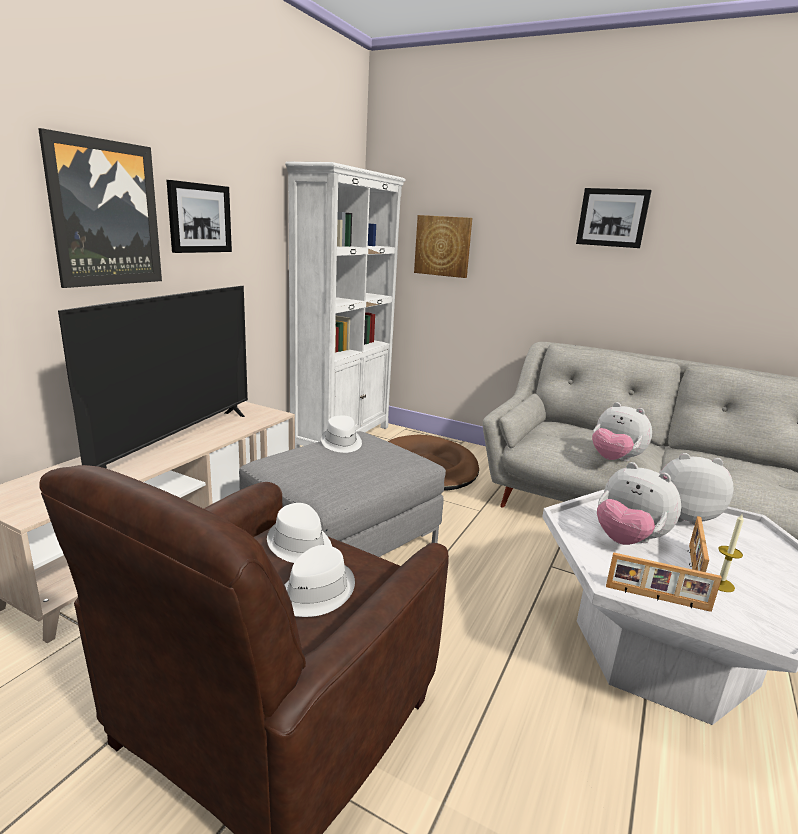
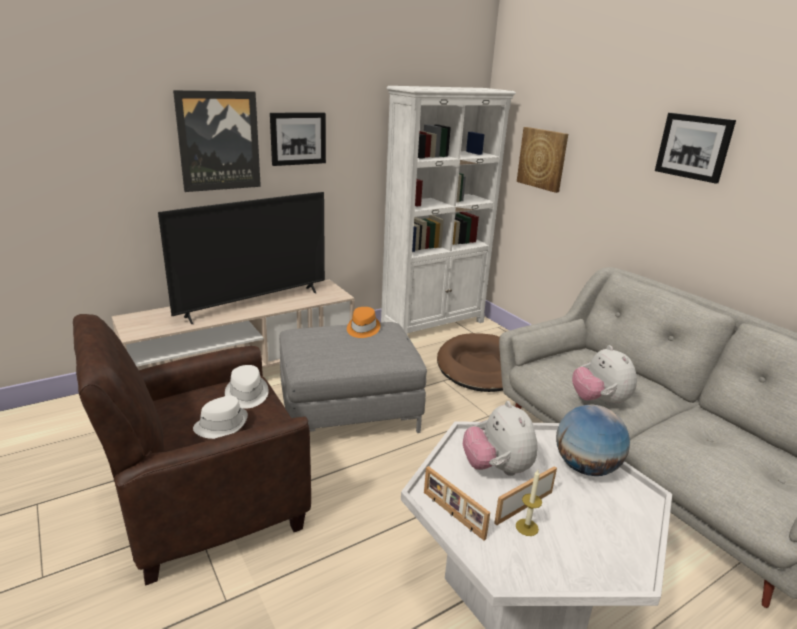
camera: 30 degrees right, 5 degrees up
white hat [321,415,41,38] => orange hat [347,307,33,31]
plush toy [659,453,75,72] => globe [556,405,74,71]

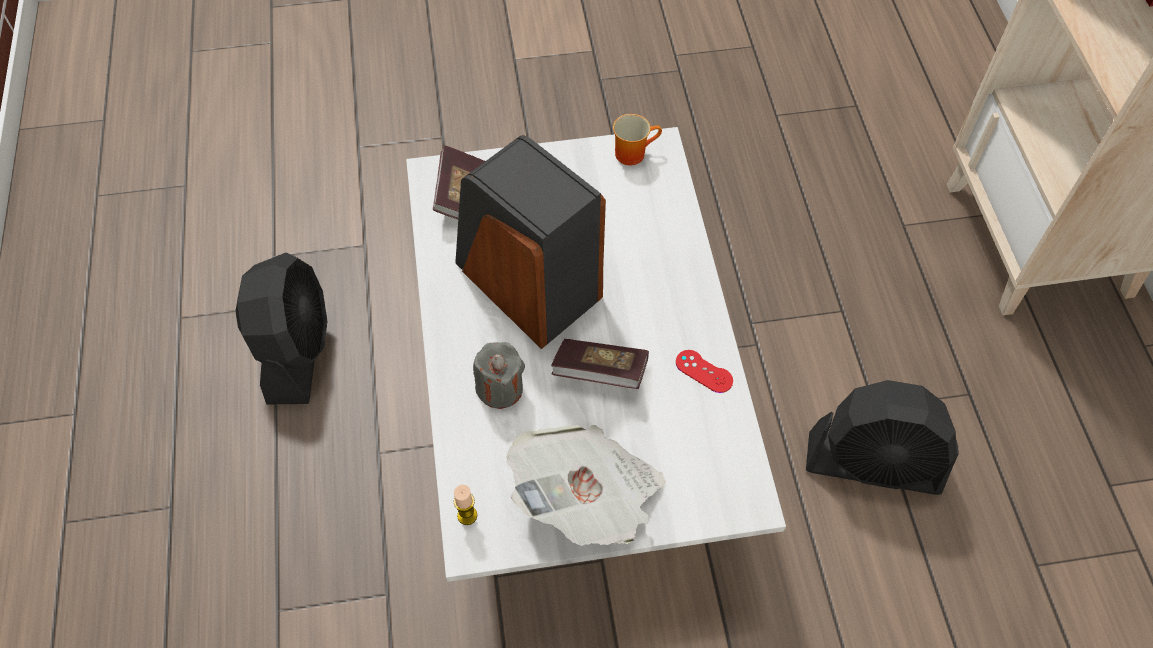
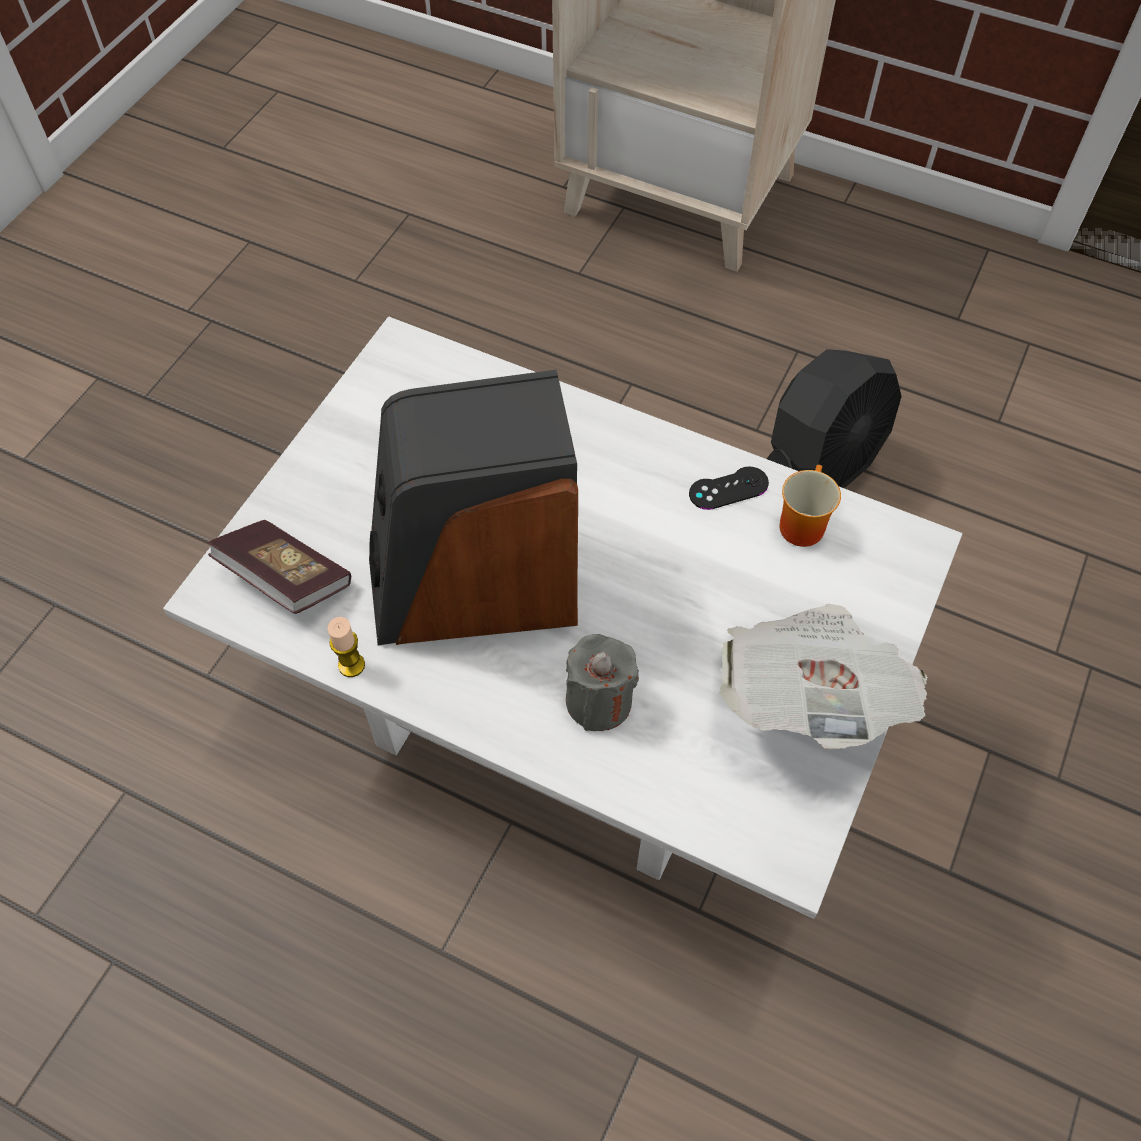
camera: 55 degrees left, 0 degrees up
candle [454,485,23,40] => candle [327,617,38,60], moved
red game controller [676,350,57,43] => black game controller [689,467,80,43]
mug [613,114,49,51] => mug [780,465,61,82], moved
black fan [235,252,92,153] => nothing
book [551,339,98,50] => nothing

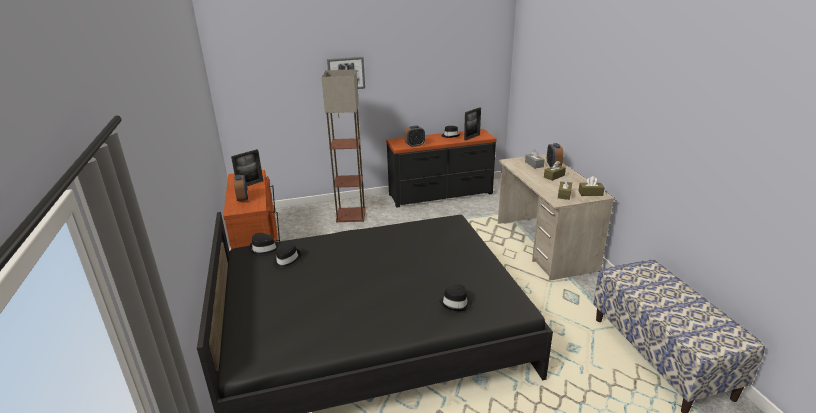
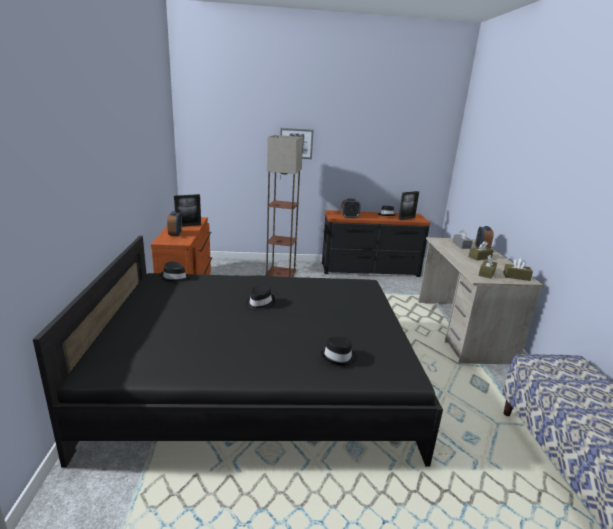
camera: 10 degrees right, 5 degrees down
black hat [273,242,28,28] => black hat [245,284,30,27], moved

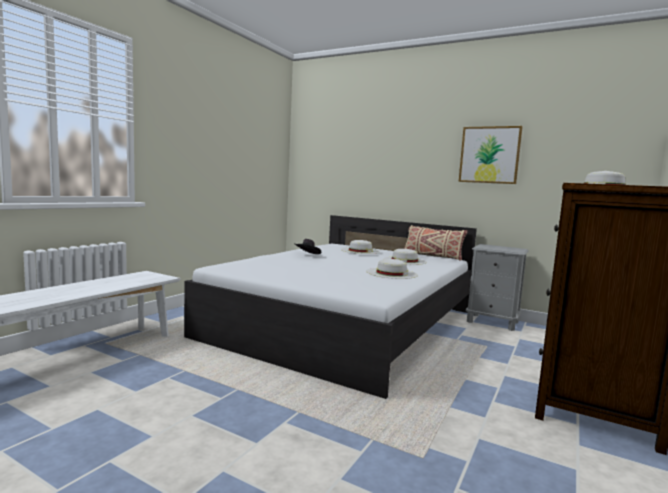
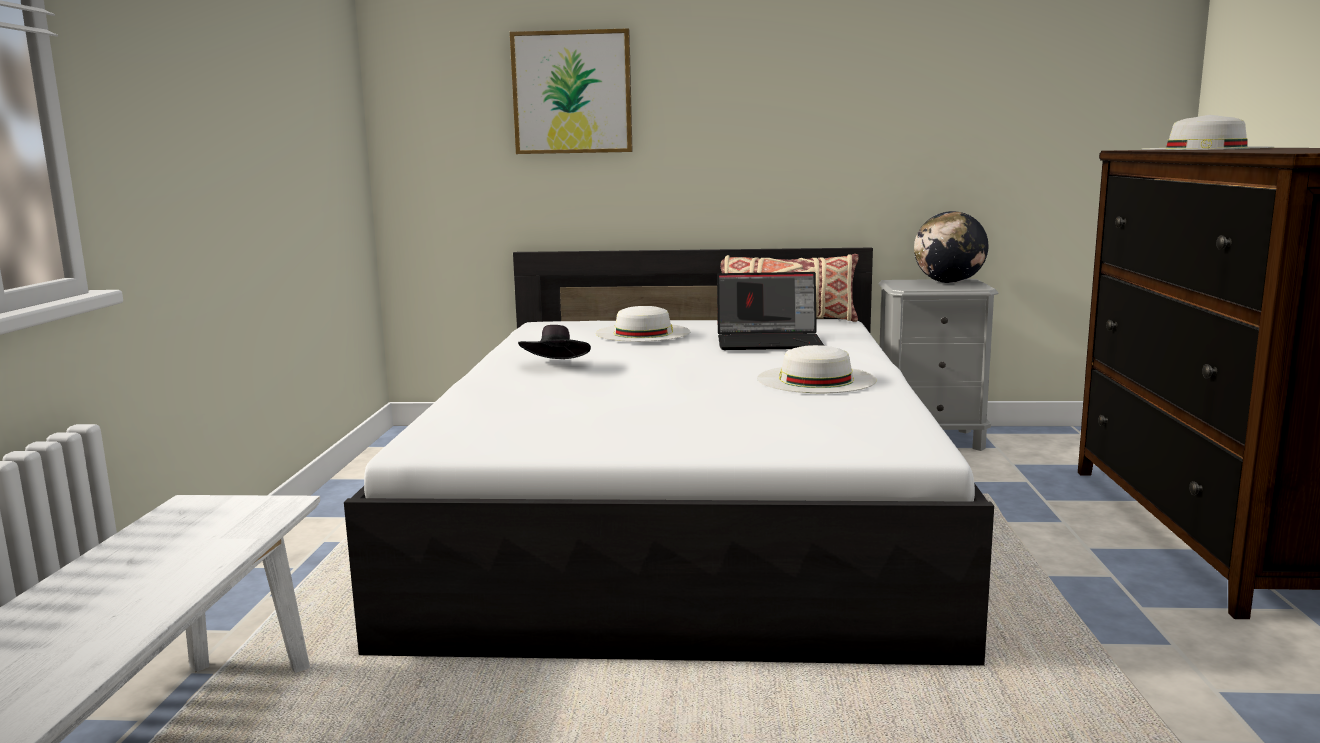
camera: 25 degrees left, 5 degrees up
picture [459,126,64,58] => picture [510,28,123,126], moved
white hat [383,249,44,16] => laptop [717,272,107,78]
nothing => globe [914,211,74,72]

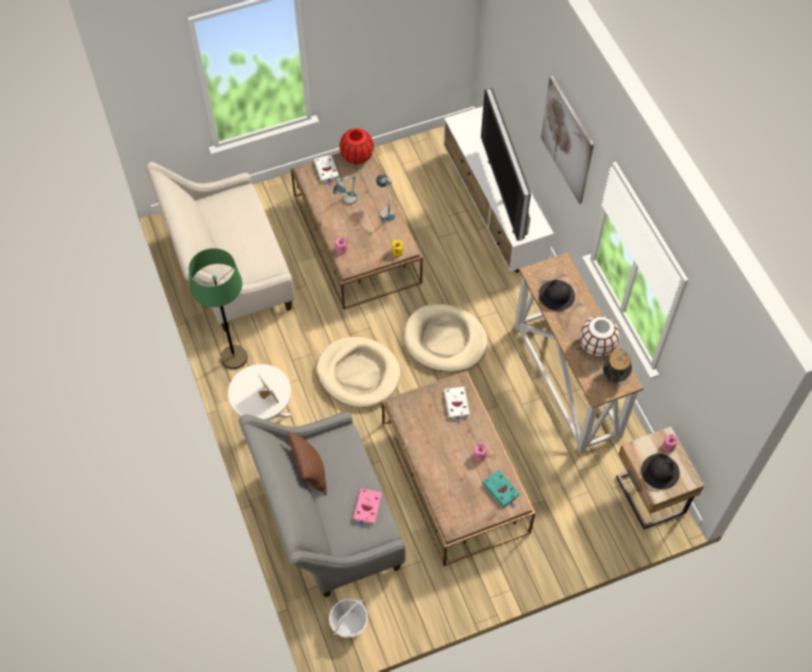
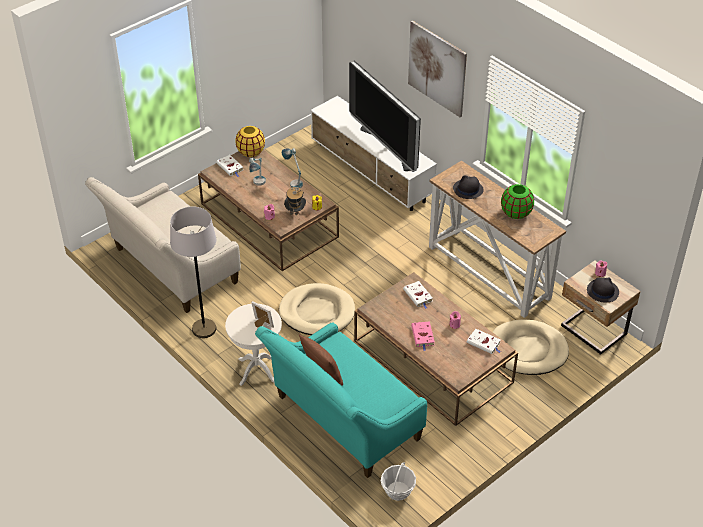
camera: 20 degrees left, 15 degrees down
green floor lamp [188,248,60,121] => grey floor lamp [170,207,46,131]
red vase [340,128,34,36] => yellow vase [235,126,30,31]
grey sofa [238,411,168,186] => turquoise sofa [255,322,172,156]
hat [603,349,29,40] => hat [284,187,22,28], moved
pink book [353,488,29,41] => pink book [411,321,24,30], moved
turquoise book [482,470,38,39] => white book [467,329,34,25]
beige dog bed [404,304,84,69] => beige dog bed [493,320,76,55], moved
white vase [580,316,40,40] => green vase [501,184,33,35]

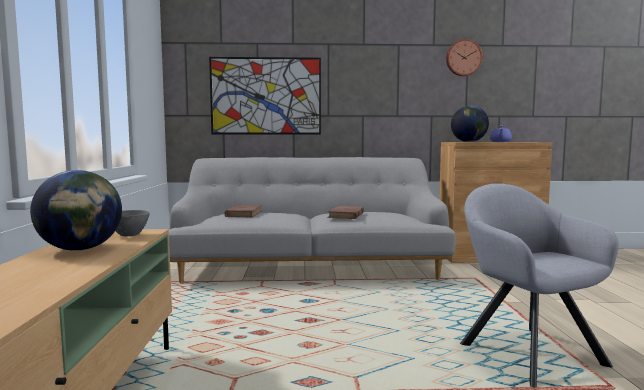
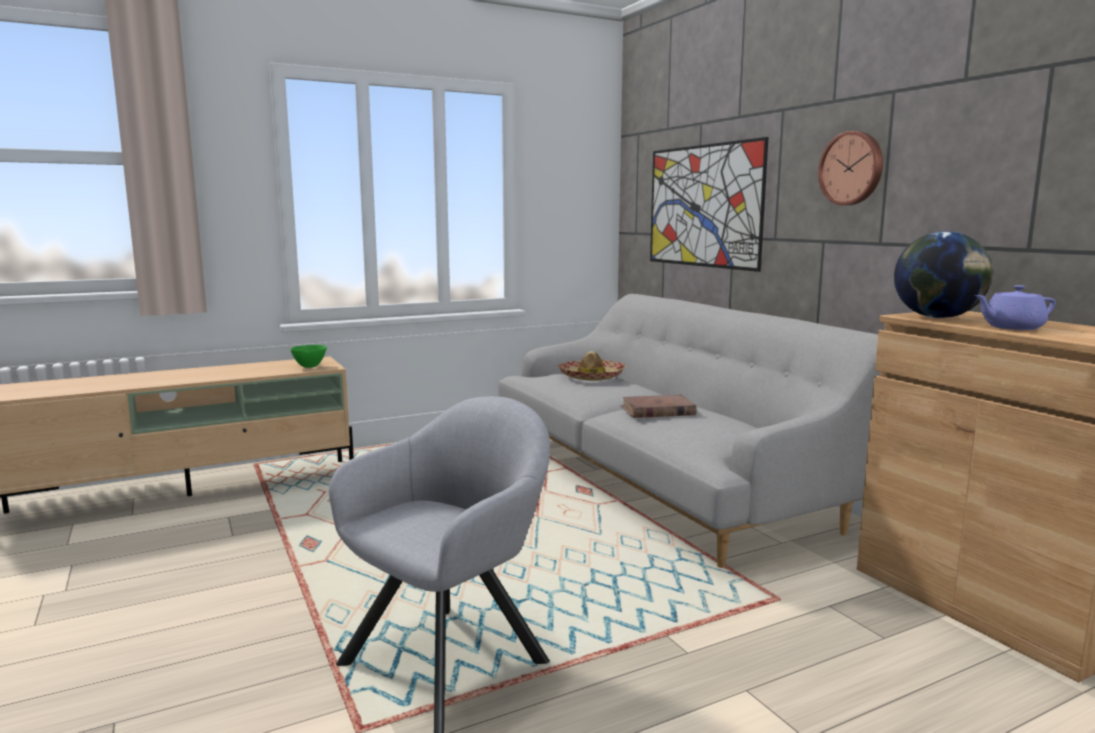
camera: 65 degrees right, 5 degrees up
grey bowl [116,210,34,26] => green bowl [290,345,37,23]
brown book [224,205,38,12] => hat [558,351,67,30]
wall clock [446,39,37,37] => wall clock [818,131,65,74], moved
globe [30,170,92,81] => nothing

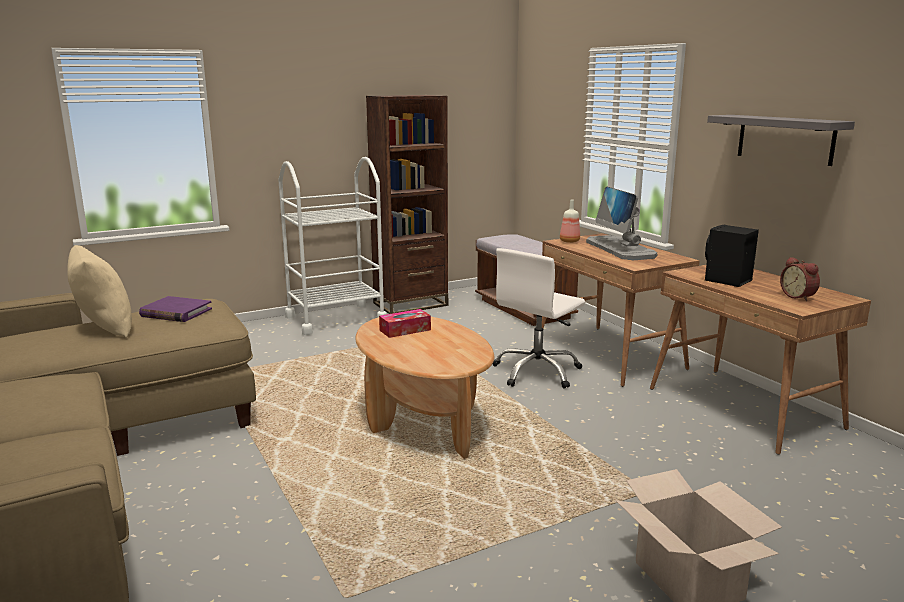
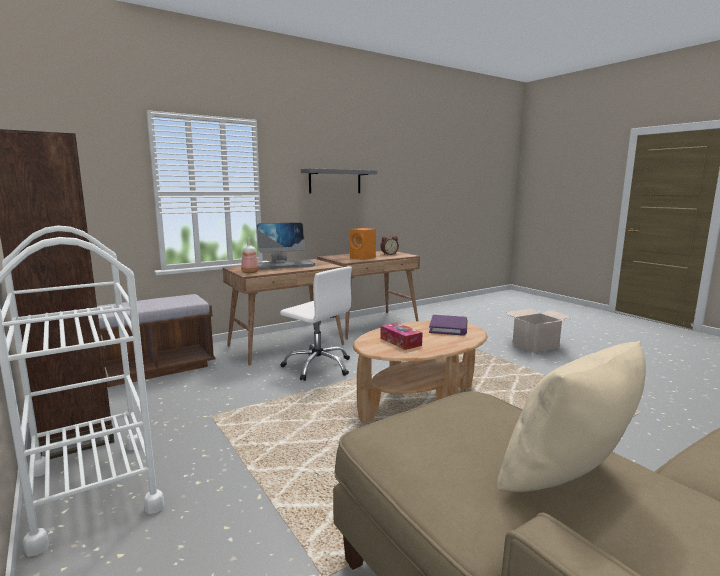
camera: 95 degrees left, 5 degrees down
black speaker [705,225,54,62] => orange speaker [349,228,27,32]
purple book [139,296,73,26] => purple book [429,315,38,21], moved

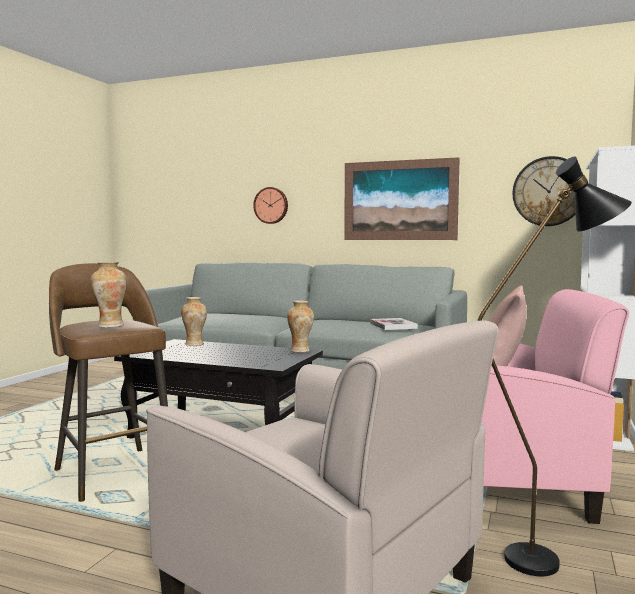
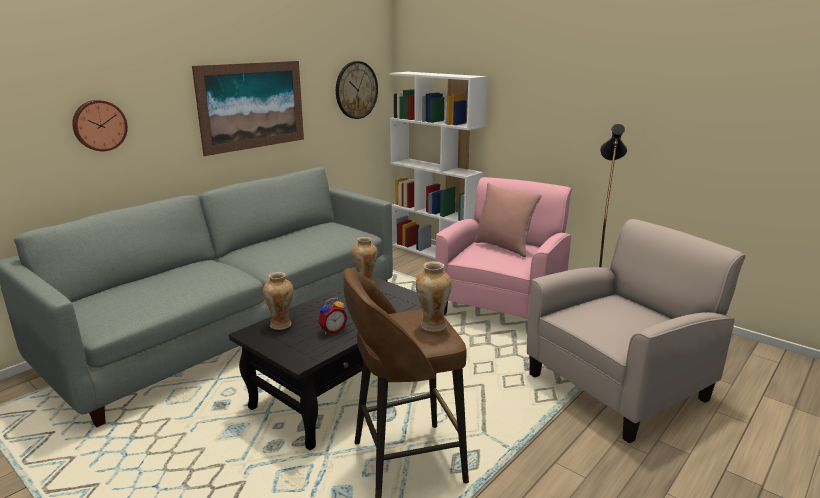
camera: 70 degrees left, 15 degrees up
nothing => alarm clock [318,298,30,36]
book [370,318,48,12] => nothing

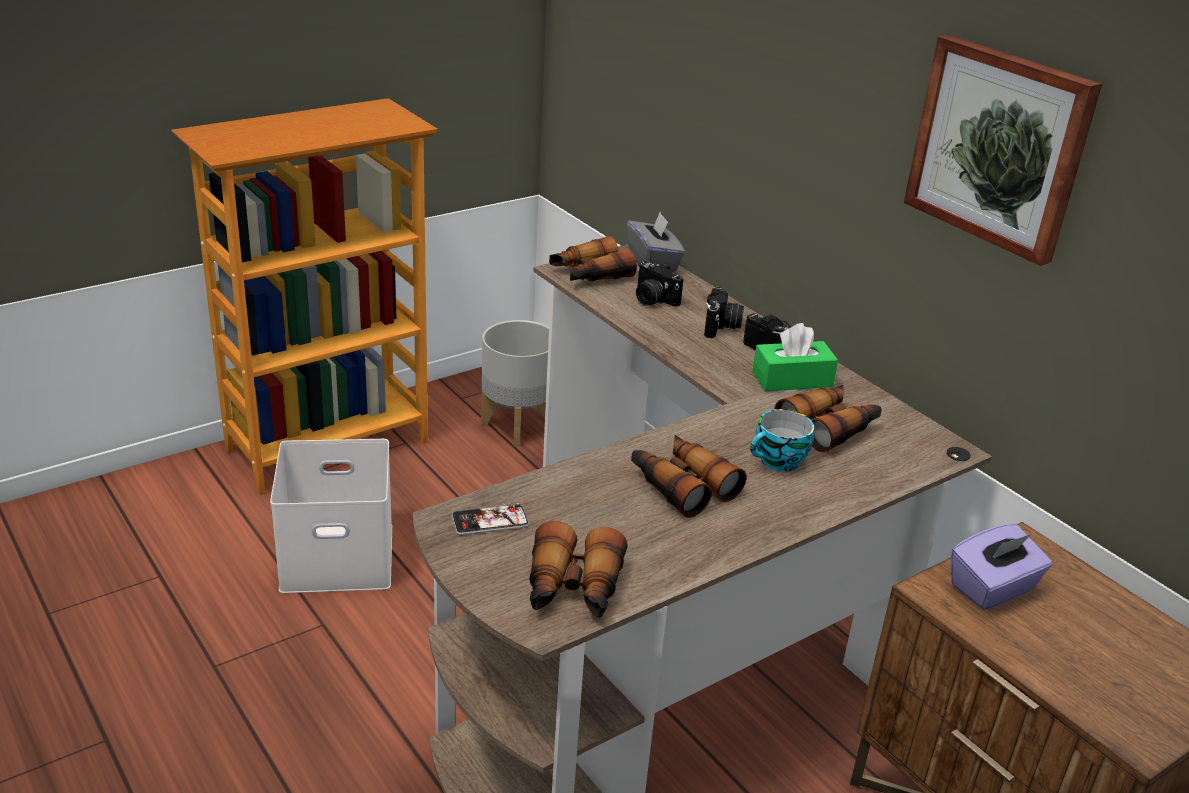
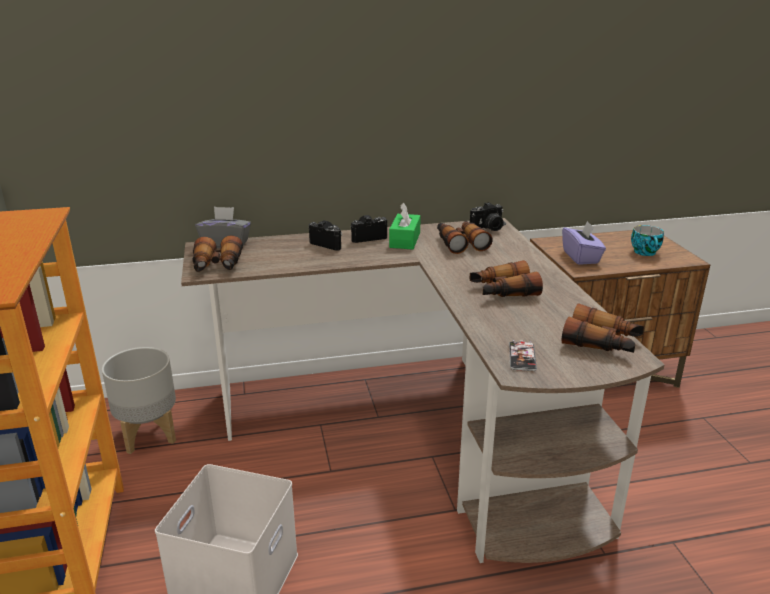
camera: 65 degrees left, 5 degrees down
photo camera [636,261,47,46] => photo camera [470,202,33,29], moved
cup [750,409,64,63] => cup [631,225,33,31], moved
picture [904,35,198,231] => nothing

